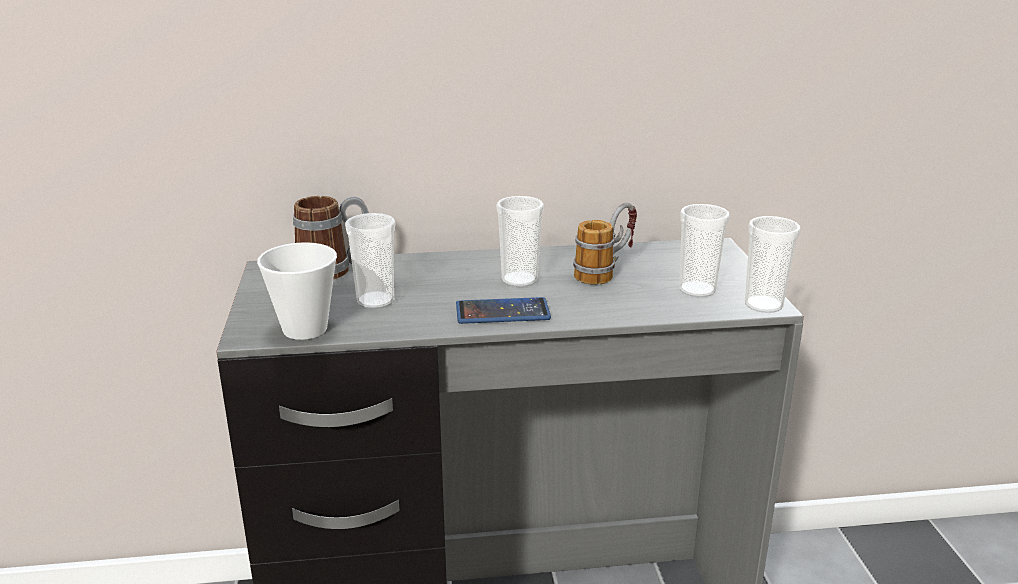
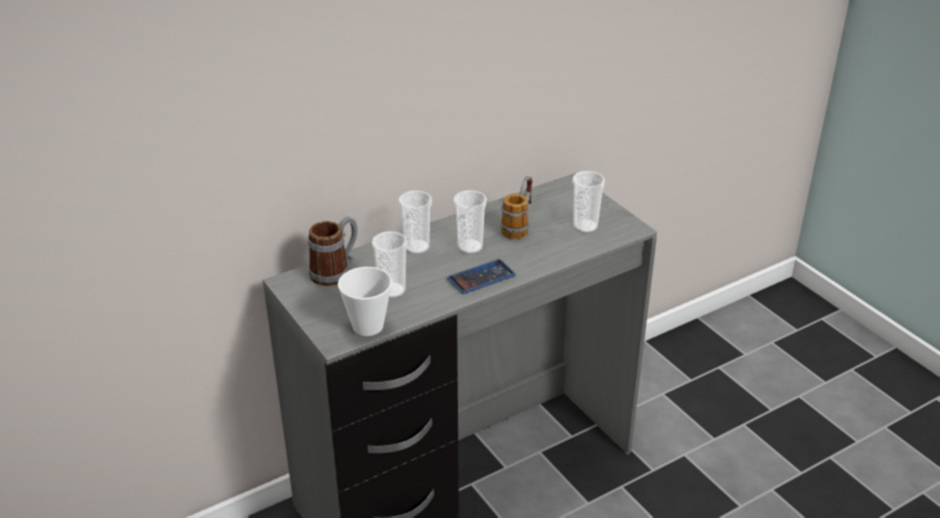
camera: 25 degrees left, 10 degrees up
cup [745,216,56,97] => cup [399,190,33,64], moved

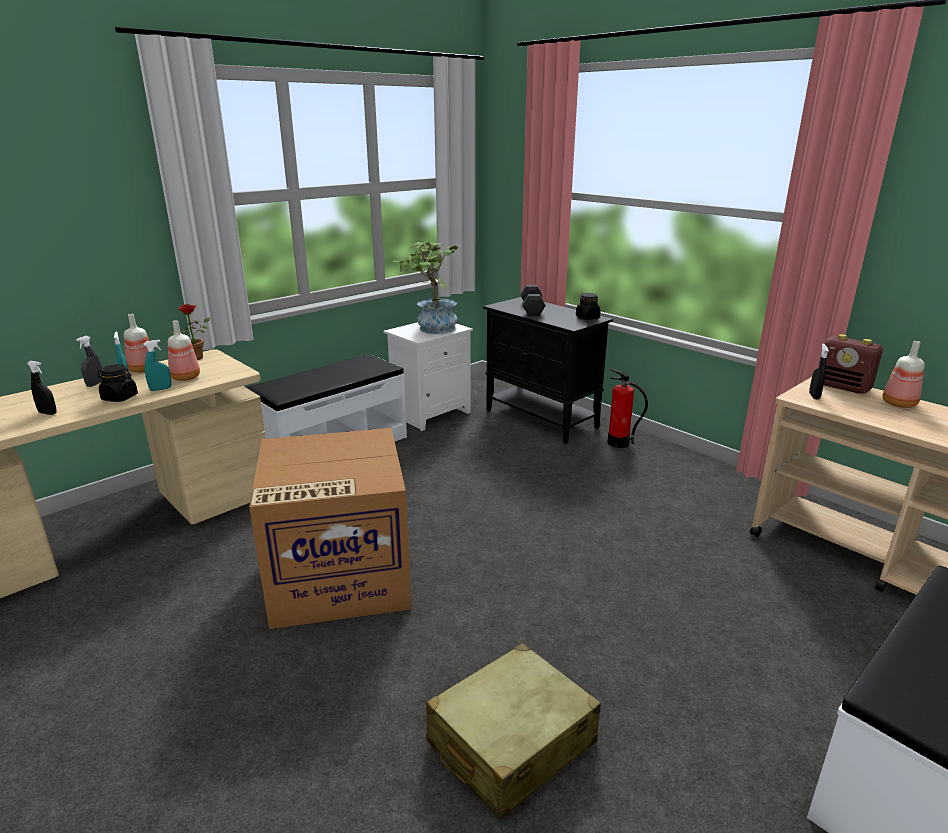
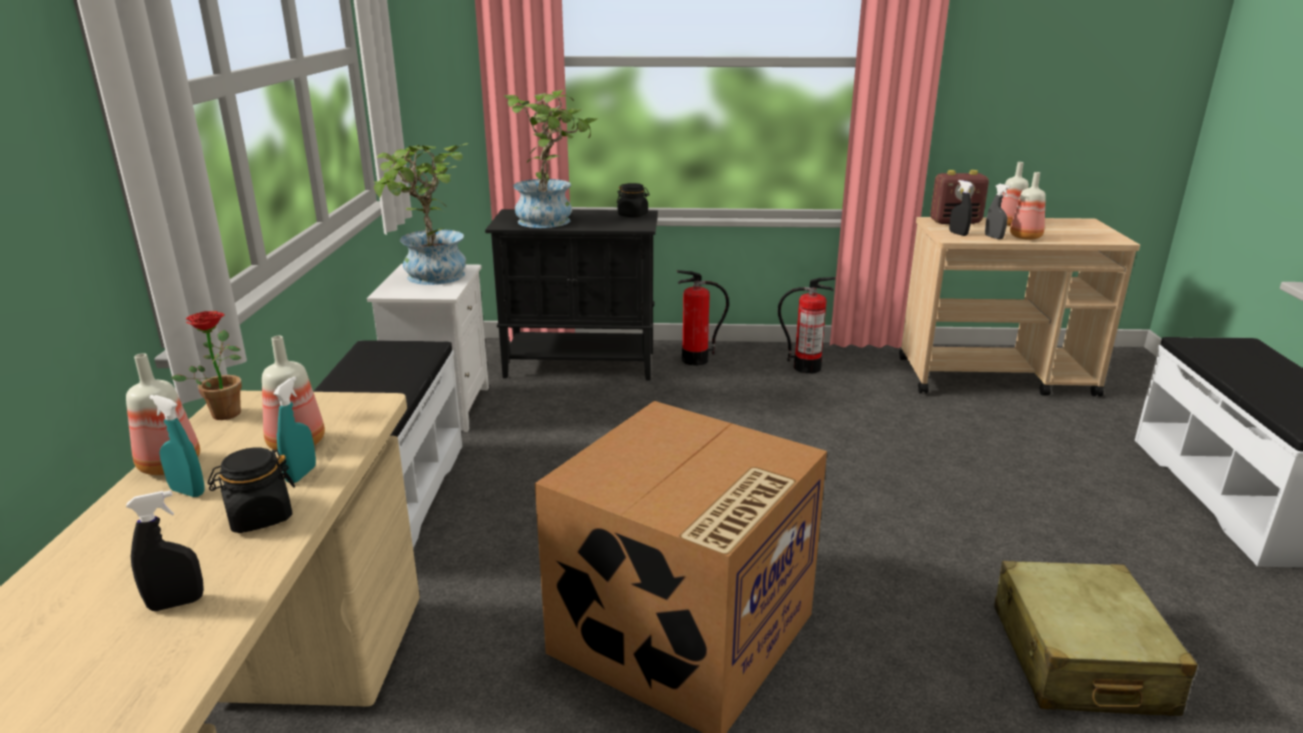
camera: 45 degrees left, 0 degrees up
black dumbbell [520,285,26,31] => potted plant [503,90,95,138]
nothing => fire extinguisher [777,277,59,97]
grey spray bottle [76,336,27,51] => grey spray bottle [985,184,26,55], moved
nothing => bottle [1010,172,36,68]

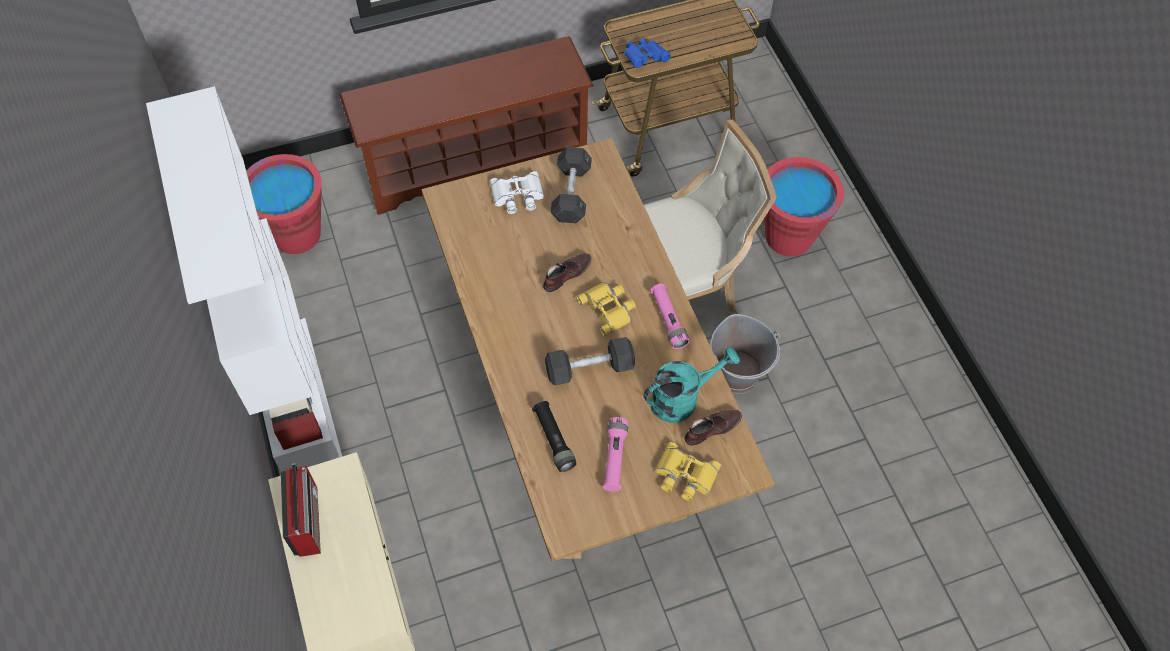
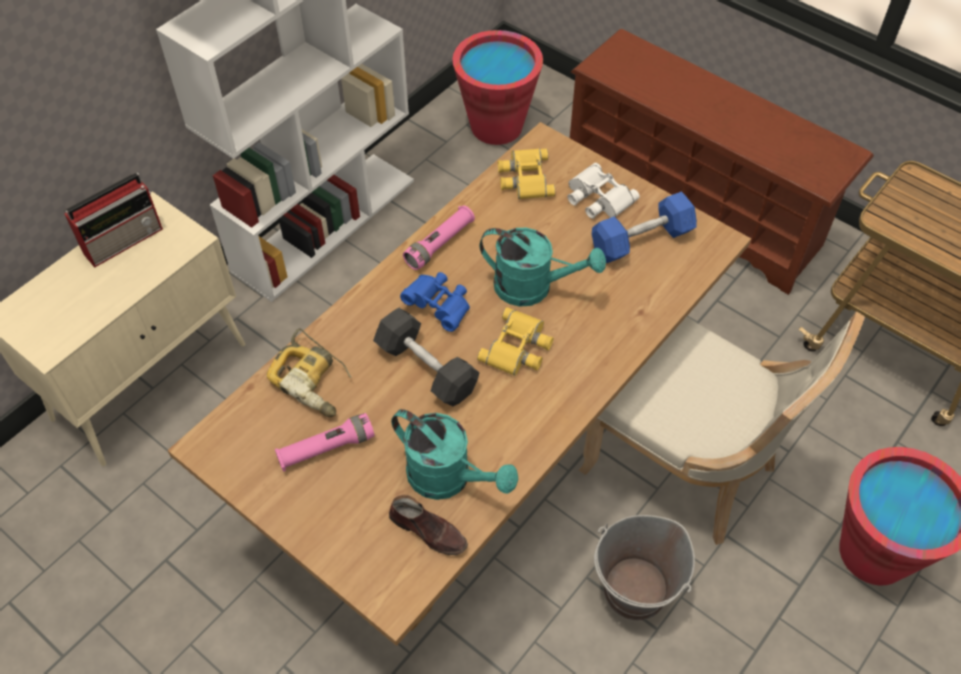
camera: 60 degrees right, 5 degrees down
black flashlight [532,401,45,71] => power drill [267,328,85,89]
blue binoculars [624,39,47,29] => blue binoculars [400,272,70,60], moved
pink flashlight [650,284,40,65] => pink flashlight [403,205,72,65], moved
brown shoe [543,253,49,39] => turquoise watering can [480,228,126,79]
yellow binoculars [655,442,66,59] => yellow binoculars [498,149,57,50], moved
grey dumbbell [551,147,41,76] => blue dumbbell [592,191,105,72]

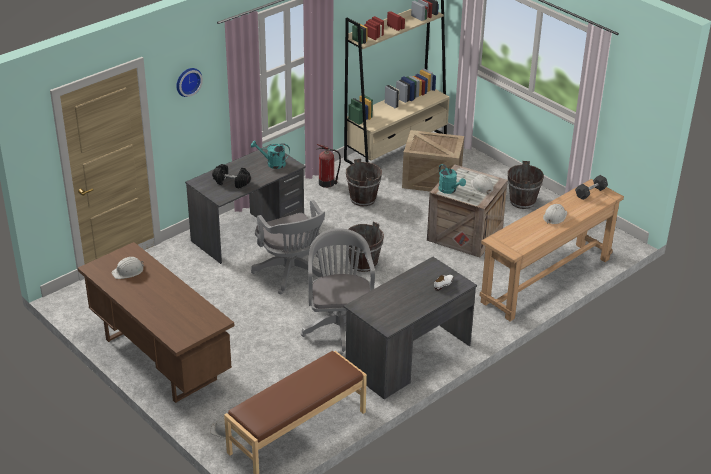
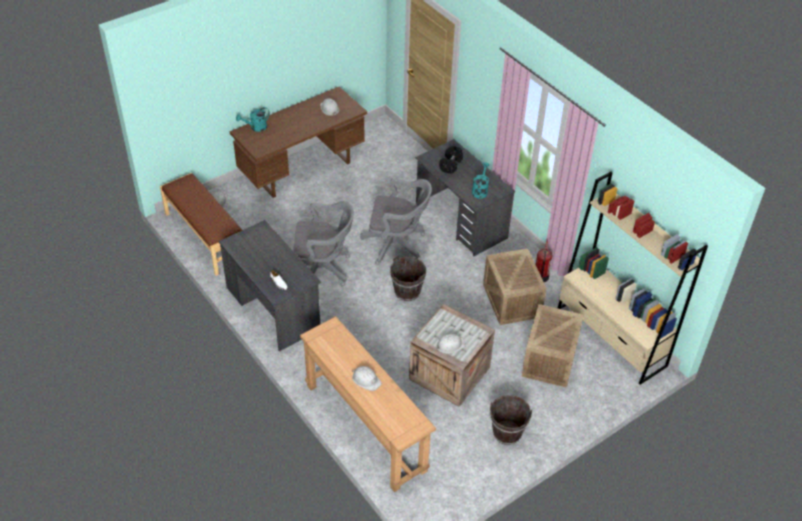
camera: 95 degrees right, 10 degrees up
turquoise watering can [438,164,28,30] => turquoise watering can [236,107,33,25], moved
grey office chair [251,200,74,94] => grey office chair [360,178,72,87], 150 degrees counterclockwise
brown bucket [346,158,36,48] => crate [483,248,64,77]
wall clock [176,68,27,29] => nothing
grey dumbbell [575,175,33,25] => nothing

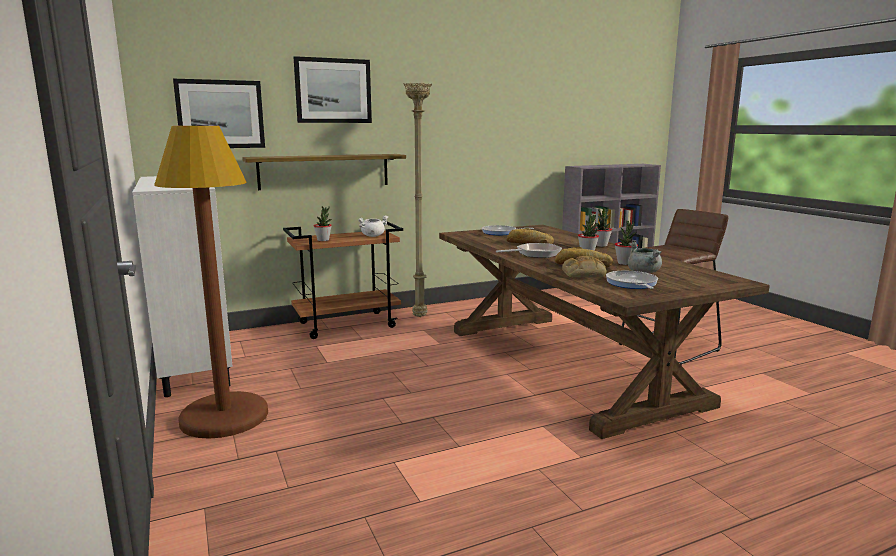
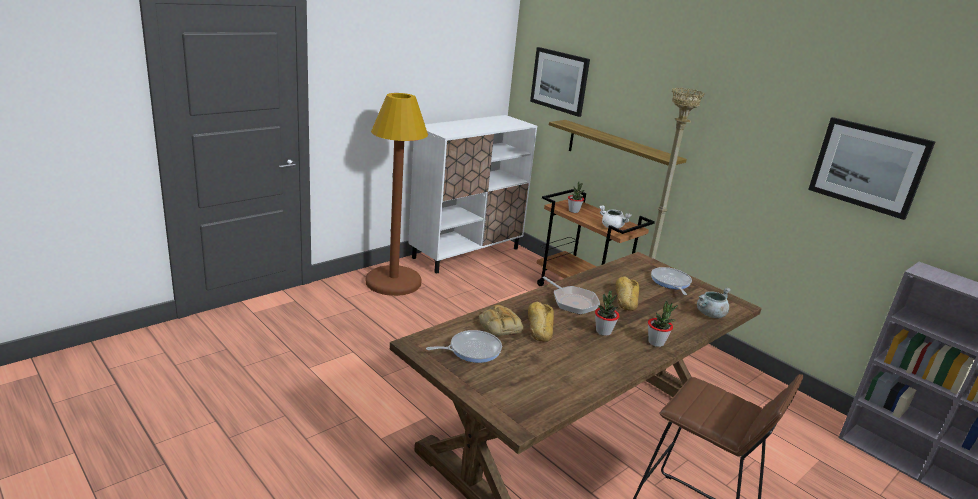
camera: 70 degrees right, 10 degrees up
grey cooking pot [628,242,34,31] => grey cooking pot [697,287,34,31], moved
picture [294,56,78,67] => picture [808,117,127,103], moved
potted plant [615,221,23,44] => nothing

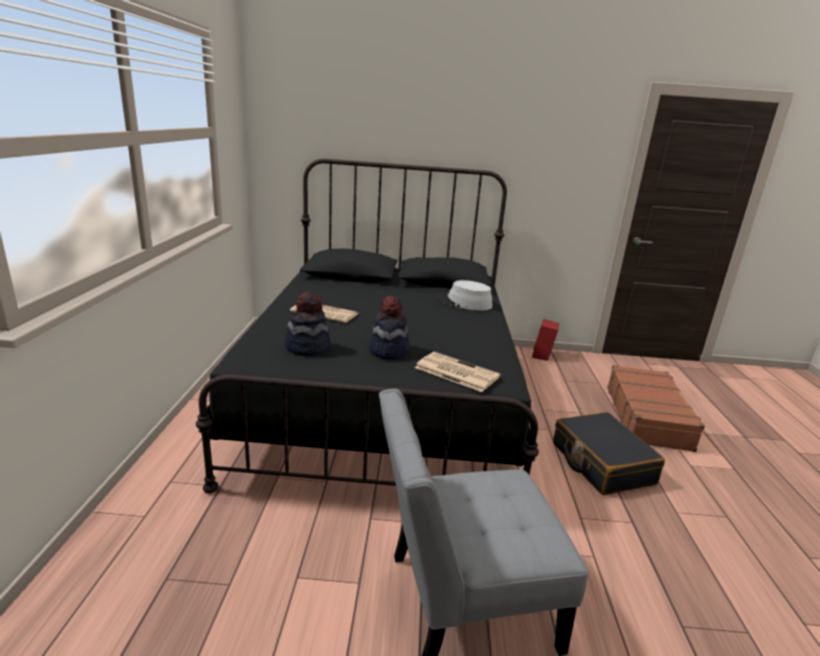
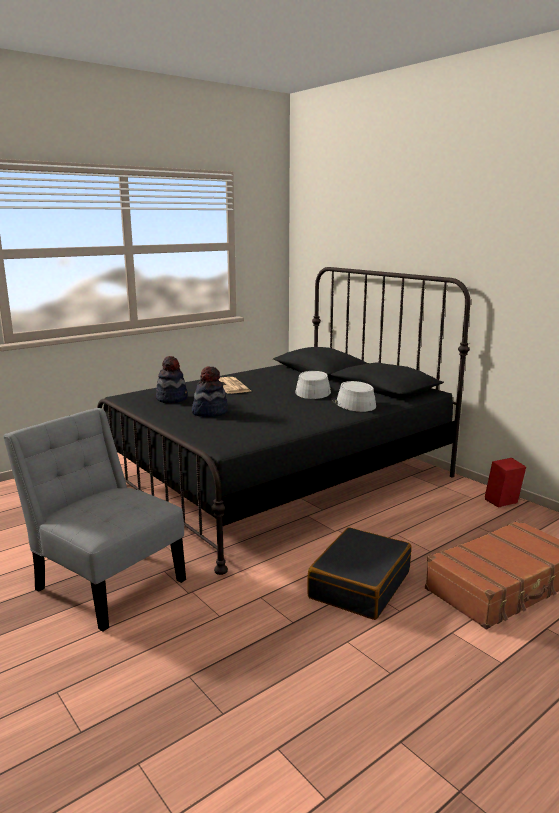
camera: 50 degrees right, 5 degrees down
nothing => grey hat [295,371,36,28]
newspaper [415,352,85,40] => nothing

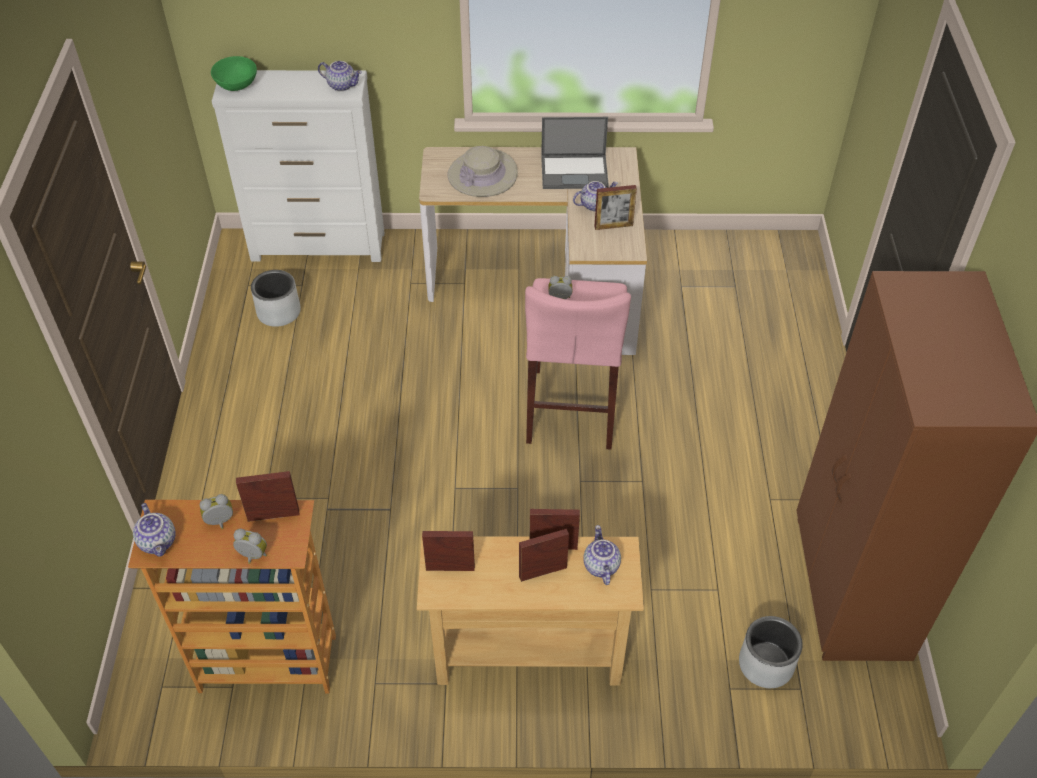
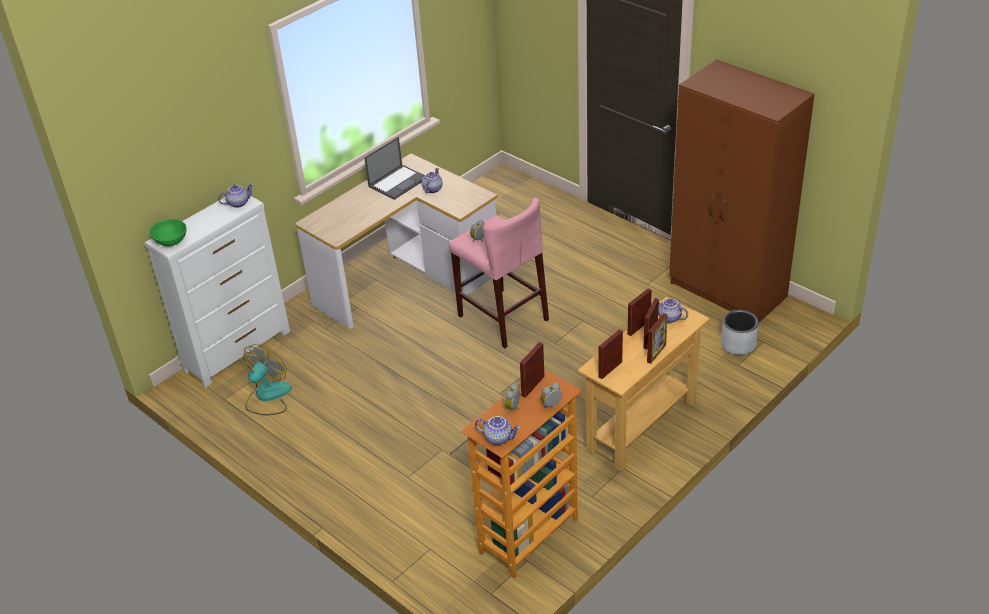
camera: 45 degrees left, 10 degrees down
grey planter [251,270,50,57] => fan [243,344,49,71]
picture frame [594,185,43,45] => picture frame [647,313,21,51], moved
beige hat [447,146,71,51] => nothing

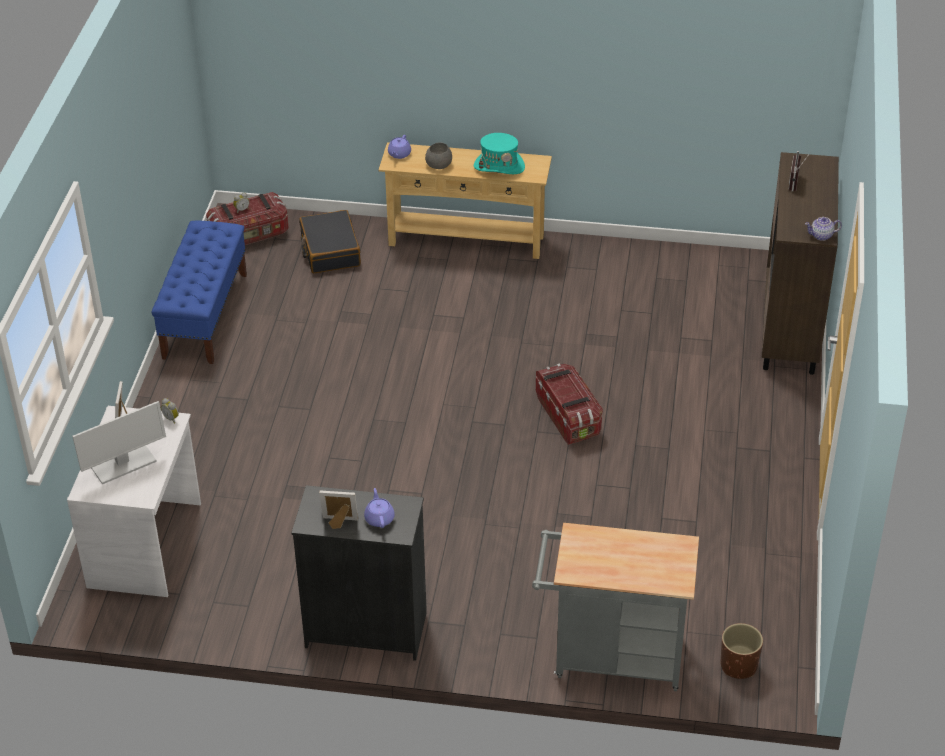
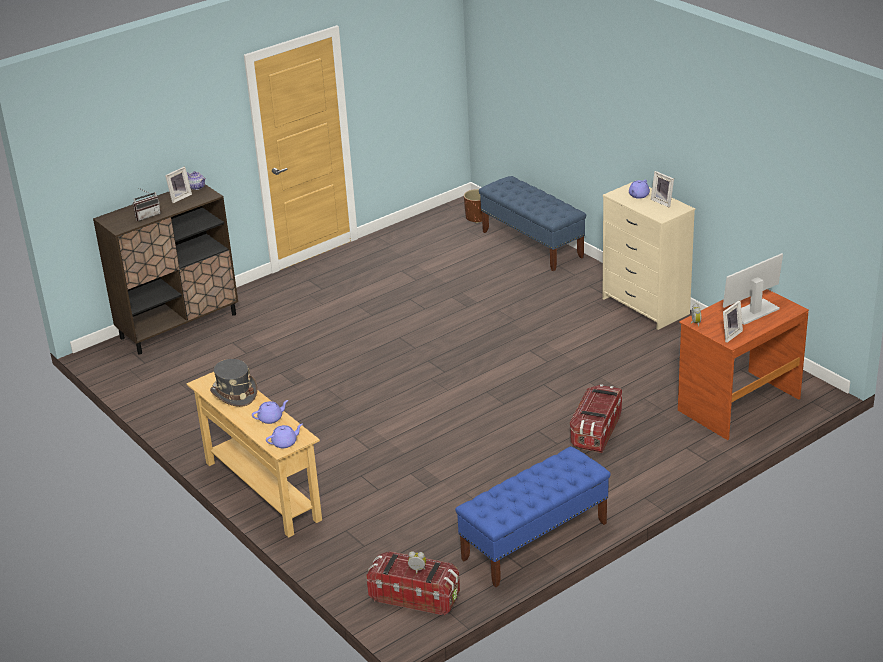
camera: 135 degrees left, 10 degrees down
nothing => picture frame [165,167,27,36]
turquoise hat [474,133,51,41] => grey hat [210,359,48,48]
grey bowl [425,142,27,27] => purple teapot [252,400,36,24]
grey cart [532,523,167,168] => blue bench [479,176,107,95]
storage box [536,364,67,81] => storage box [570,384,52,69], moved
black dresser [291,485,136,176] => beige dresser [602,182,93,148]
white desk [67,406,134,191] => brown desk [678,289,131,151]
monitor [72,401,94,83] => monitor [723,253,60,72], 45 degrees counterclockwise
black suitcase [299,210,62,64] => nothing

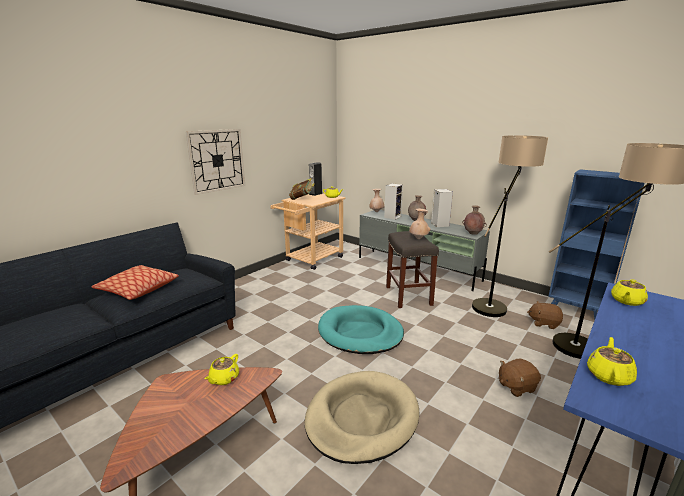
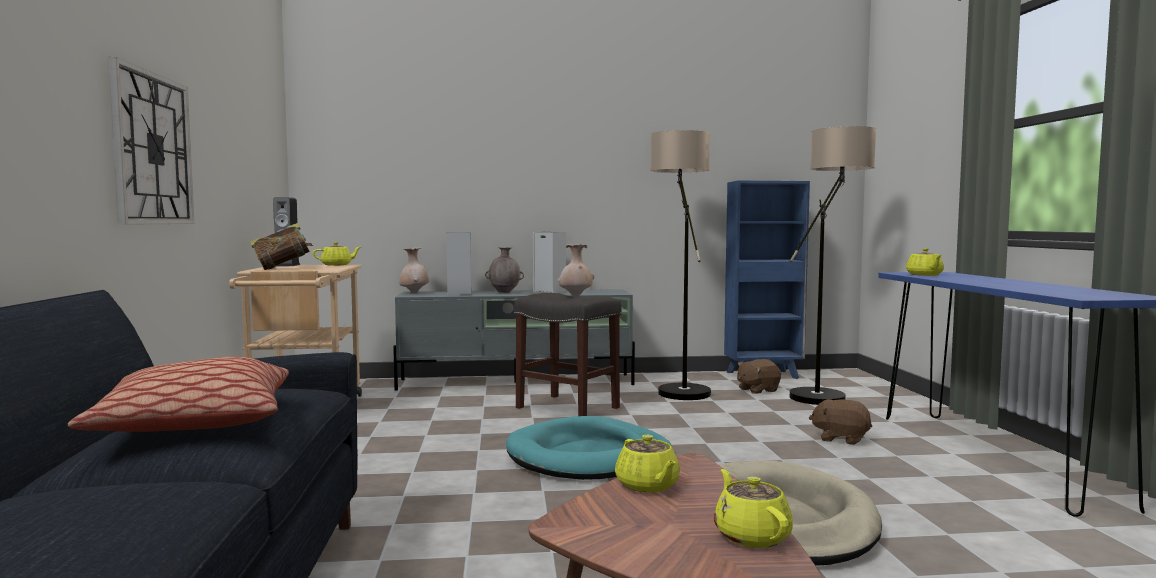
camera: 45 degrees left, 15 degrees down
yellow teapot [587,337,50,49] => yellow teapot [714,469,79,79], moved
brown plush toy [499,358,42,39] => brown plush toy [809,399,63,46], 90 degrees clockwise
brown vase [462,205,25,30] => nothing

